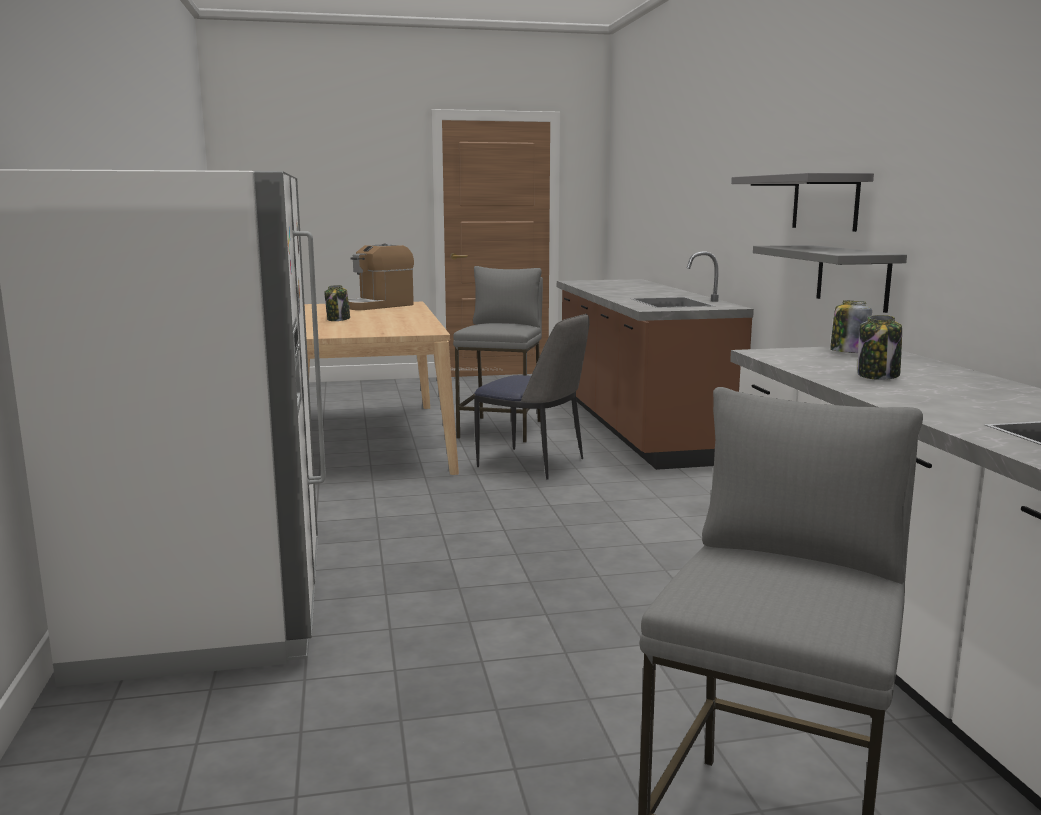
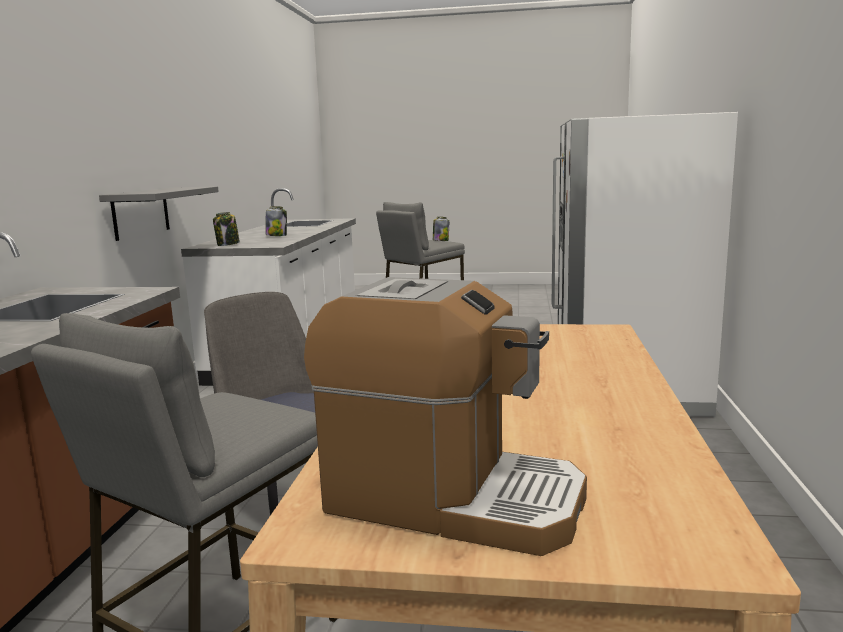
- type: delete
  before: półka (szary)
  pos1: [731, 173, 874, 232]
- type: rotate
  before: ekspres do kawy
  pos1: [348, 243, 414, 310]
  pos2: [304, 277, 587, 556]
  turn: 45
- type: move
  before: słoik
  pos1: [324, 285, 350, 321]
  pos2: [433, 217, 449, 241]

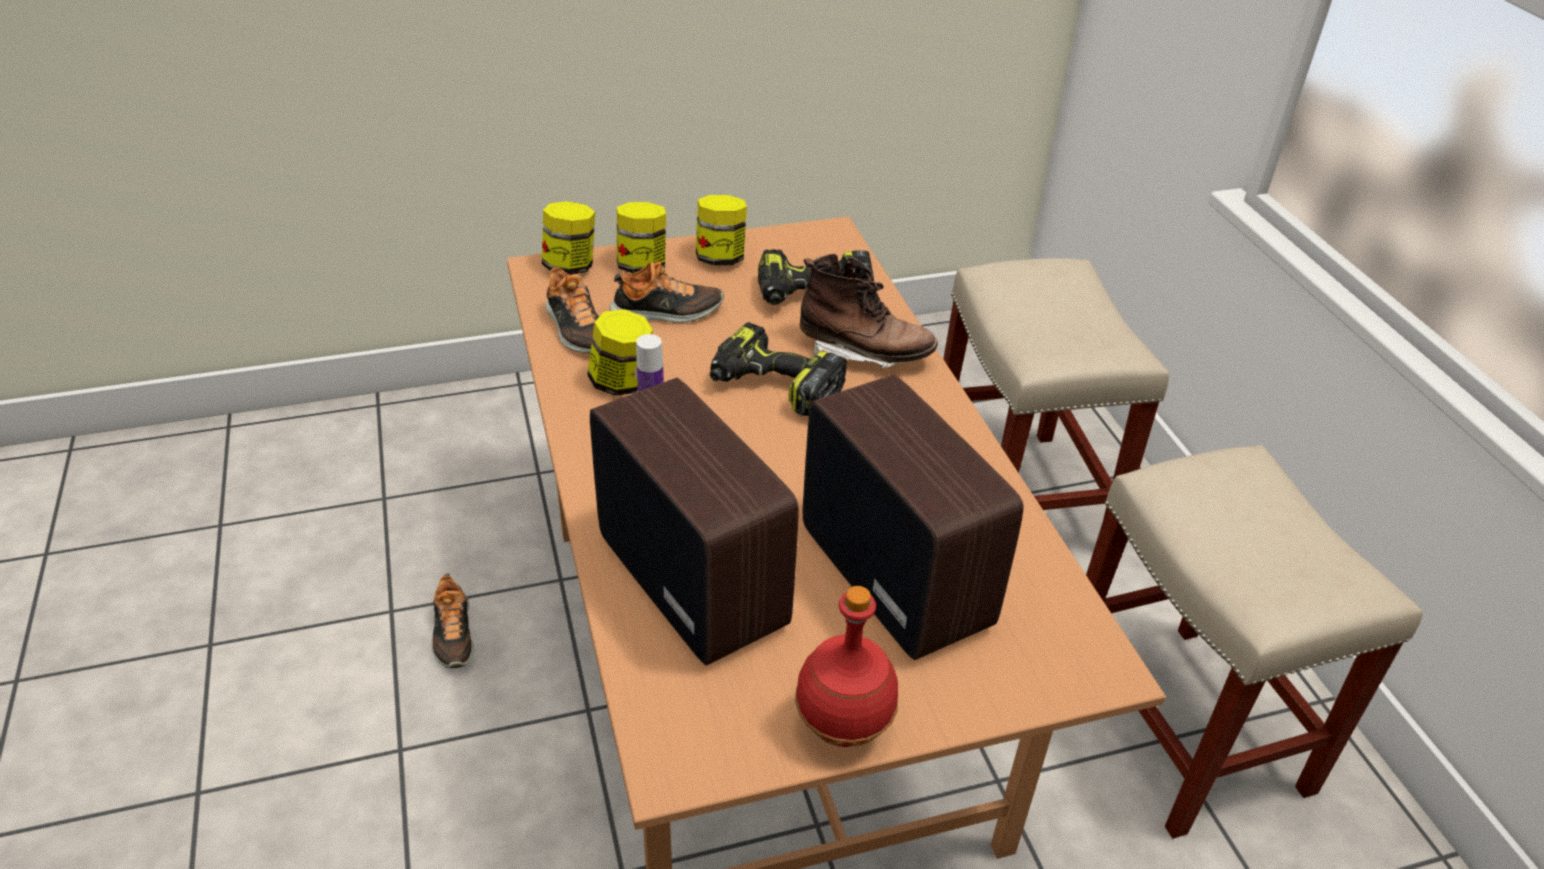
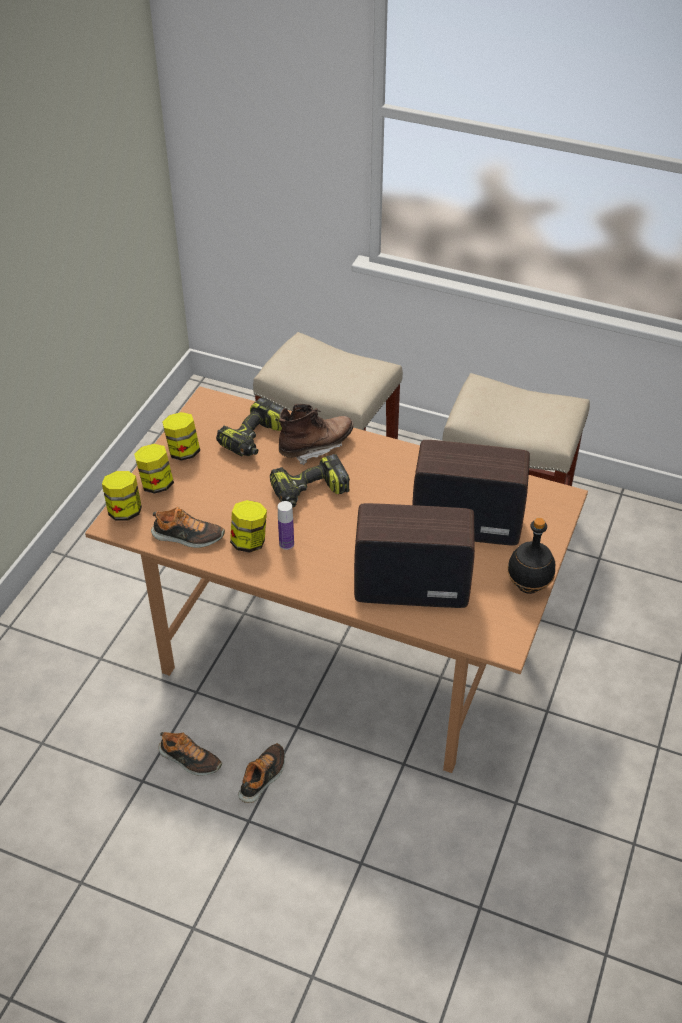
- type: move
  before: but
  pos1: [609, 261, 724, 323]
  pos2: [238, 743, 285, 803]
- type: recolor
  before: butelka (czerwony)
  after: butelka (czarny)
  pos1: [795, 586, 898, 747]
  pos2: [507, 518, 555, 594]

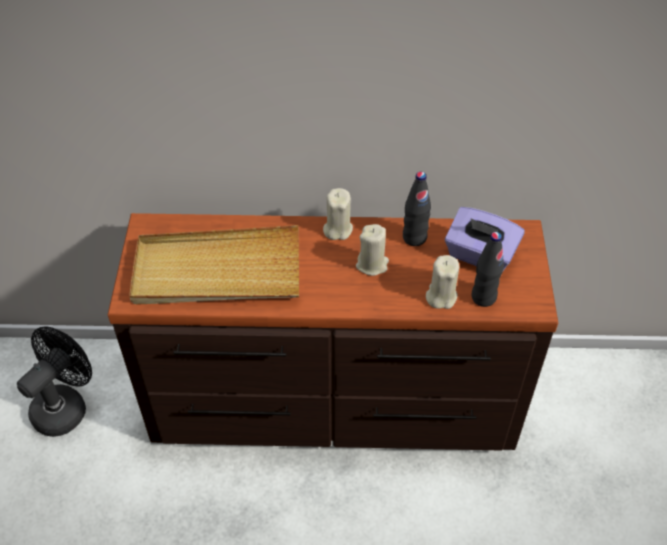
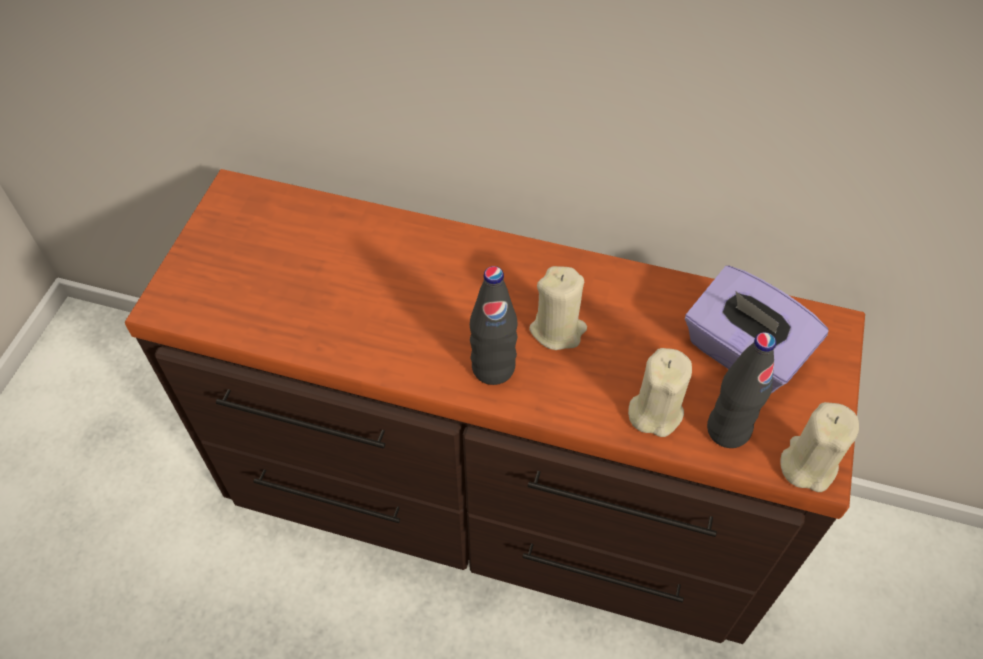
- type: move
  before: butelka (czarny)
  pos1: [403, 172, 431, 246]
  pos2: [470, 266, 518, 385]
- type: move
  before: świeca (beżowy)
  pos1: [323, 188, 353, 240]
  pos2: [780, 402, 859, 492]
- type: delete
  before: taca (beżowy)
  pos1: [129, 225, 299, 305]
- type: delete
  before: wentylator (czarny)
  pos1: [17, 326, 92, 437]

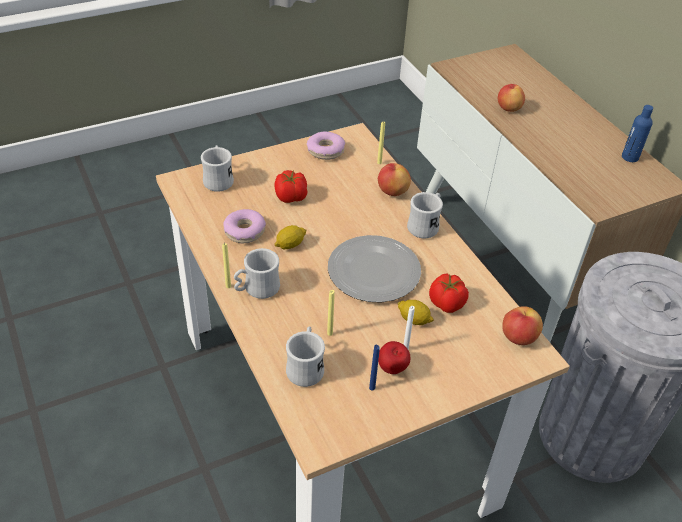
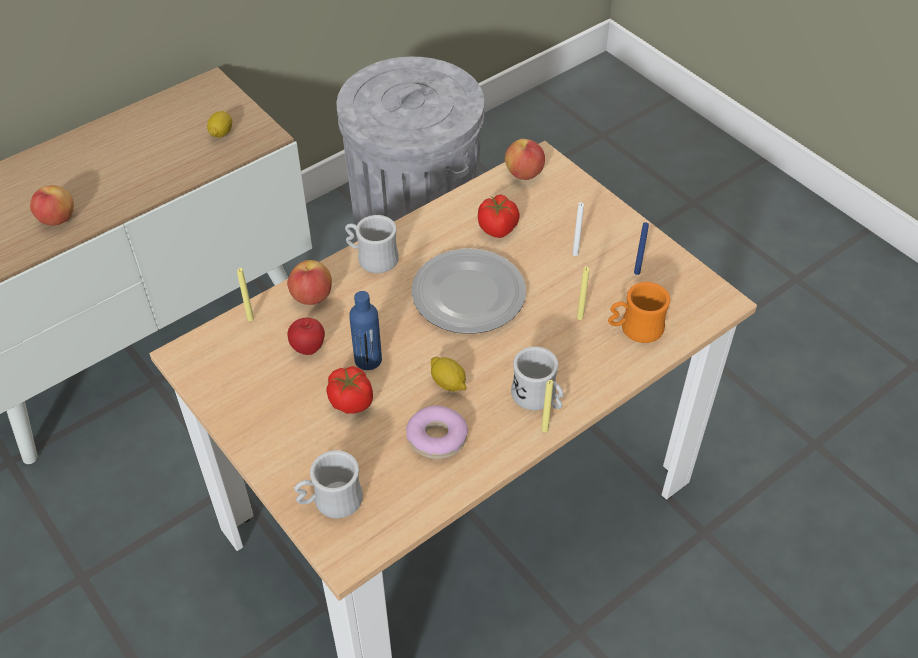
- type: move
  before: butelka (niebieski)
  pos1: [622, 105, 653, 162]
  pos2: [349, 291, 382, 370]
- type: delete
  before: donut
  pos1: [307, 132, 345, 160]
- type: move
  before: cytryna
  pos1: [398, 300, 434, 325]
  pos2: [207, 111, 232, 138]
- type: recolor
  before: kubek (biały)
  after: kubek (pomarańczowy)
  pos1: [286, 326, 325, 387]
  pos2: [608, 282, 670, 343]
- type: move
  before: jabłko
  pos1: [378, 341, 410, 374]
  pos2: [288, 318, 325, 355]

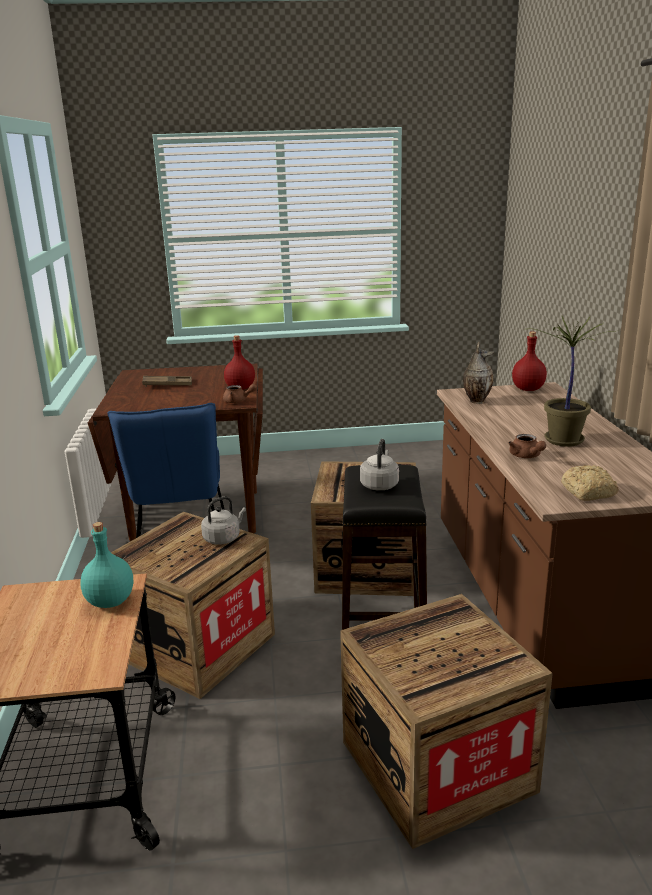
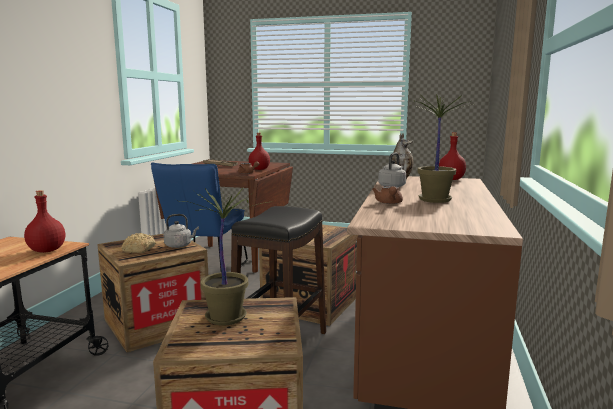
- type: move
  before: czajnik (szary)
  pos1: [360, 439, 399, 490]
  pos2: [378, 153, 406, 187]
- type: move
  before: chleb
  pos1: [561, 465, 619, 501]
  pos2: [121, 233, 156, 253]
- type: recolor
  before: butelka (turkusowy)
  after: butelka (czerwony)
  pos1: [80, 522, 133, 608]
  pos2: [24, 190, 65, 253]
- type: insert
  after: roślina doniczkowa
  pos2: [180, 188, 267, 326]

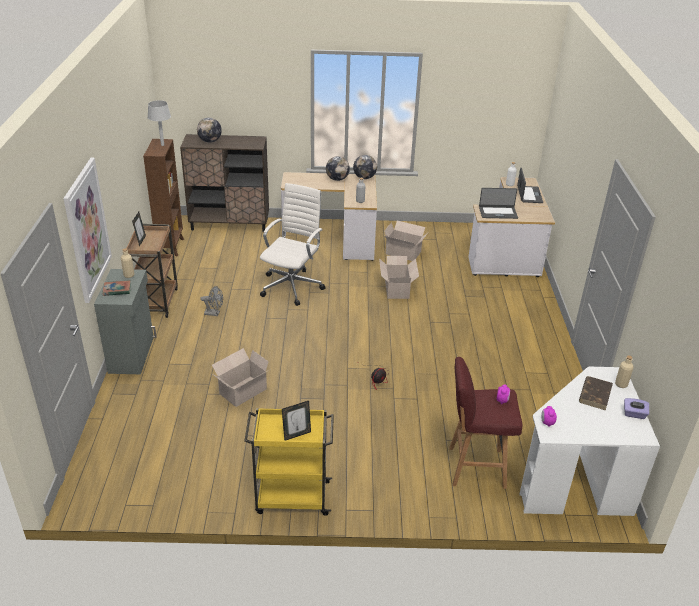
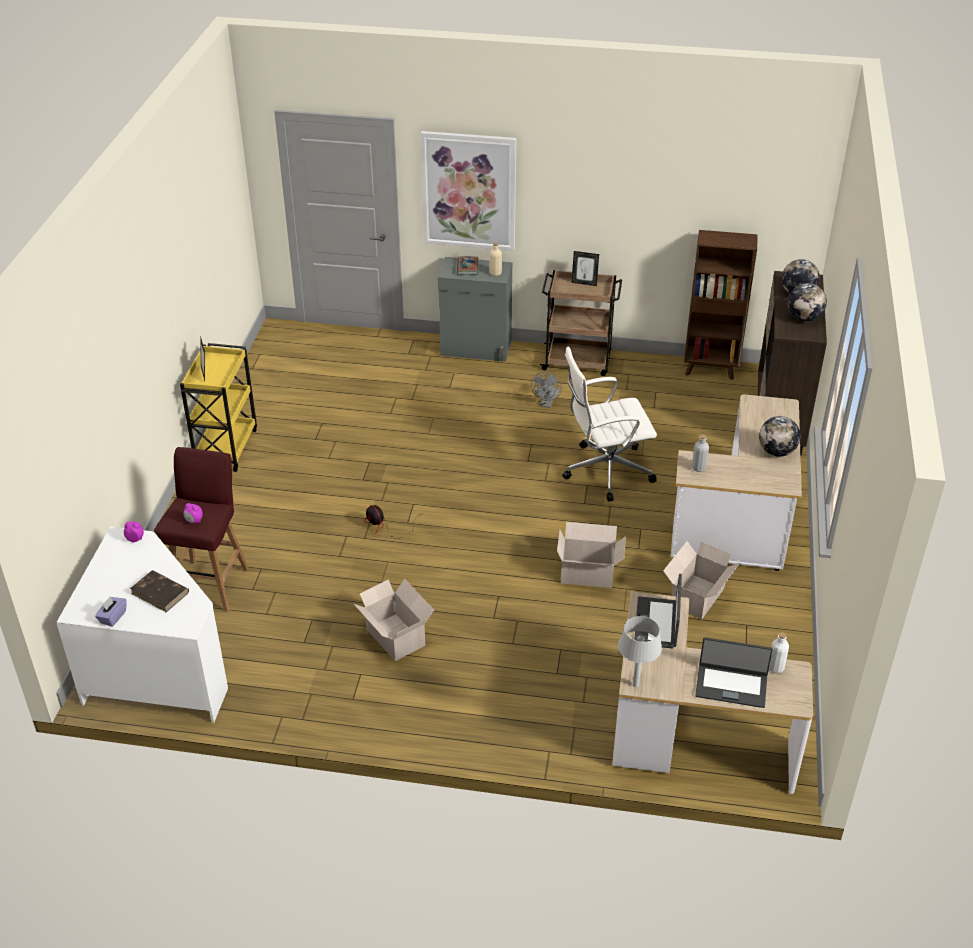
- type: move
  before: lampa stołowa (szary)
  pos1: [147, 100, 171, 146]
  pos2: [618, 616, 662, 687]
- type: move
  before: globus
  pos1: [353, 155, 377, 179]
  pos2: [788, 283, 827, 321]
- type: rotate
  before: krzesło biurowe (biały)
  pos1: [260, 183, 325, 306]
  pos2: [562, 347, 657, 501]
  turn: 135
- type: move
  before: karton
  pos1: [212, 348, 269, 407]
  pos2: [354, 579, 434, 661]
- type: delete
  before: butelka (beżowy)
  pos1: [615, 355, 633, 388]

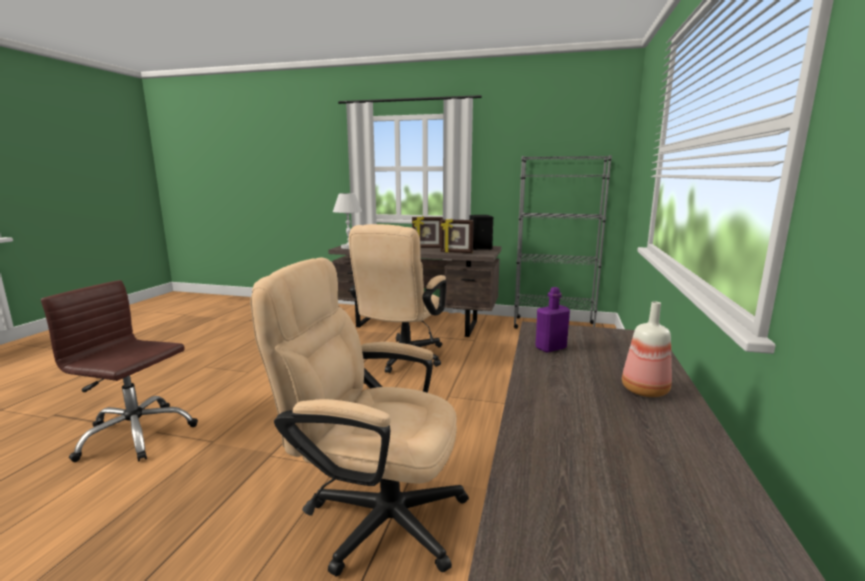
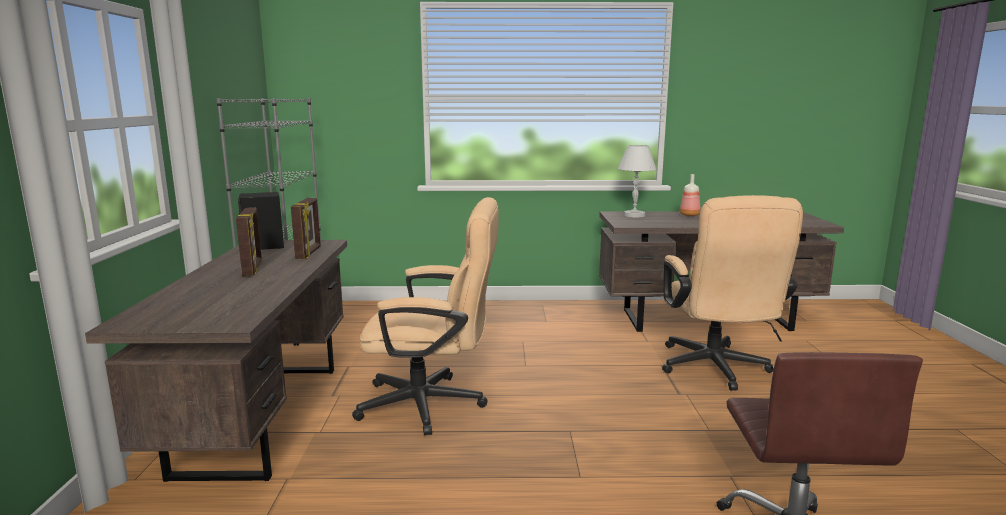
- type: move
  before: lampa stołowa (biały)
  pos1: [333, 193, 362, 249]
  pos2: [618, 145, 656, 217]
- type: delete
  before: butelka (fioletowy)
  pos1: [535, 287, 570, 353]

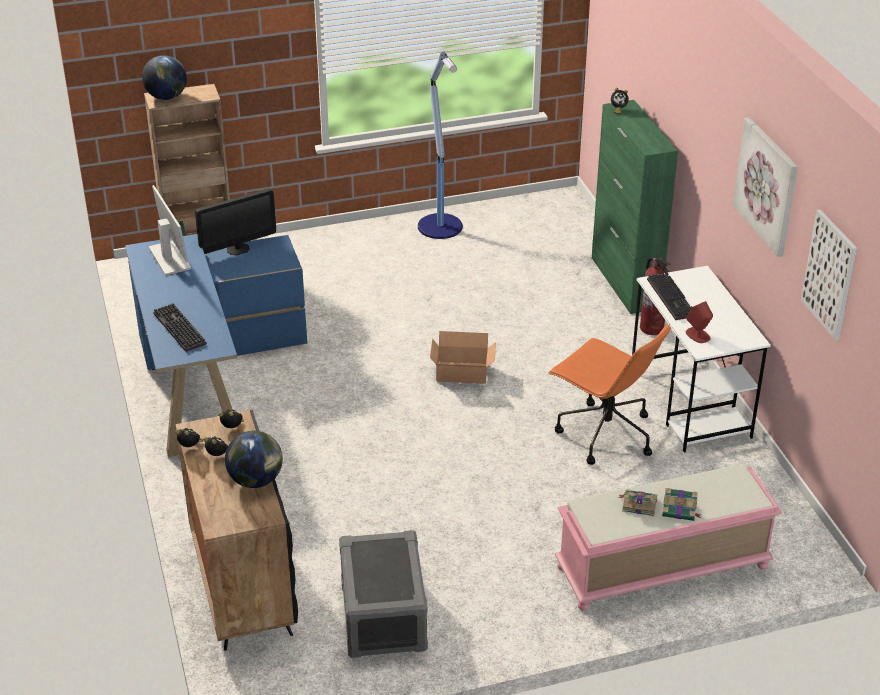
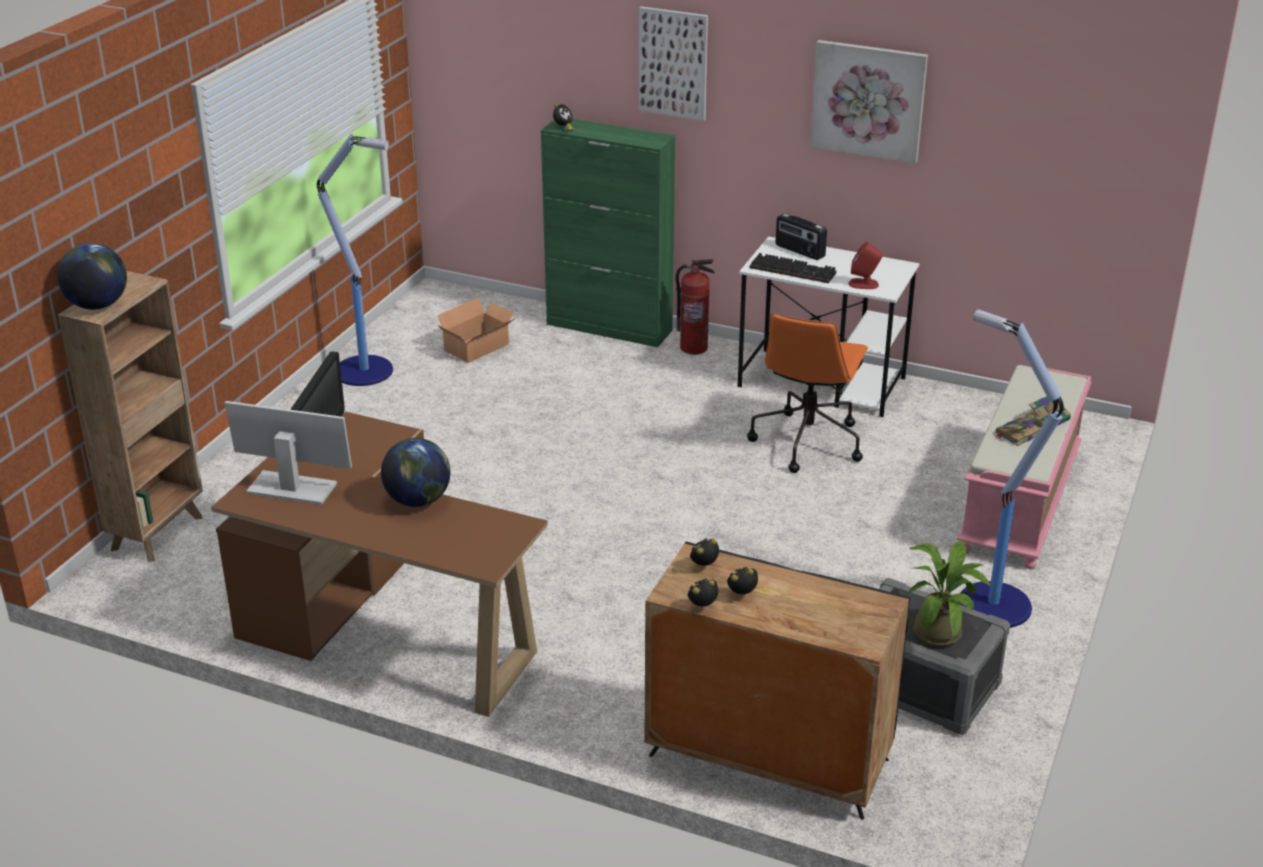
- type: move
  before: obraz
  pos1: [801, 210, 857, 340]
  pos2: [639, 7, 708, 121]
- type: recolor
  before: biurko (niebieski)
  after: biurko (brązowy)
  pos1: [125, 234, 307, 457]
  pos2: [211, 412, 548, 717]
- type: delete
  before: klawiatura
  pos1: [153, 303, 207, 352]
- type: rotate
  before: krzesło biurowe (pomarańczowy)
  pos1: [548, 324, 671, 465]
  pos2: [747, 313, 869, 473]
  turn: 120
- type: move
  before: karton
  pos1: [430, 331, 496, 384]
  pos2: [438, 297, 515, 363]
- type: move
  before: globus
  pos1: [225, 431, 283, 488]
  pos2: [381, 438, 450, 507]
- type: insert
  after: radio
  pos2: [776, 213, 827, 260]
- type: insert
  after: lampa stojąca
  pos2: [959, 309, 1064, 628]
- type: insert
  after: roślina doniczkowa
  pos2: [906, 541, 991, 647]

